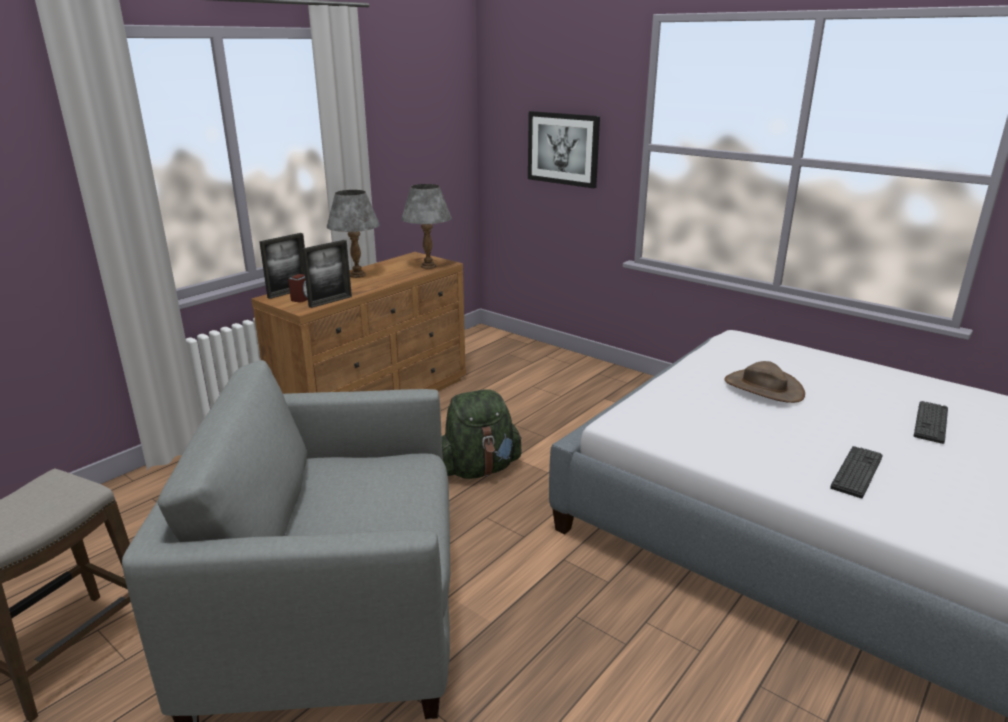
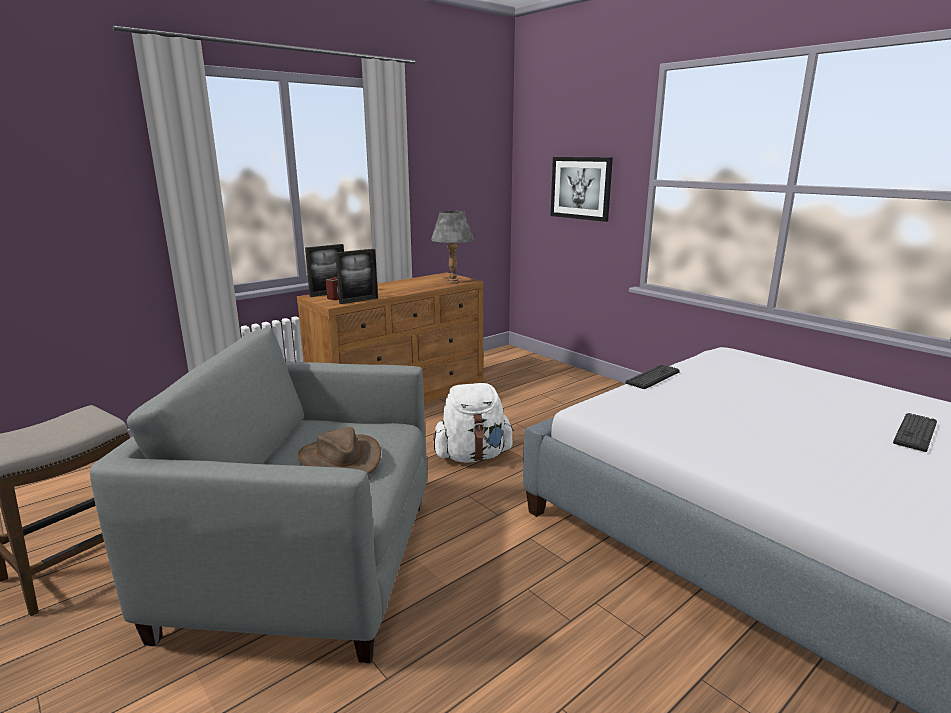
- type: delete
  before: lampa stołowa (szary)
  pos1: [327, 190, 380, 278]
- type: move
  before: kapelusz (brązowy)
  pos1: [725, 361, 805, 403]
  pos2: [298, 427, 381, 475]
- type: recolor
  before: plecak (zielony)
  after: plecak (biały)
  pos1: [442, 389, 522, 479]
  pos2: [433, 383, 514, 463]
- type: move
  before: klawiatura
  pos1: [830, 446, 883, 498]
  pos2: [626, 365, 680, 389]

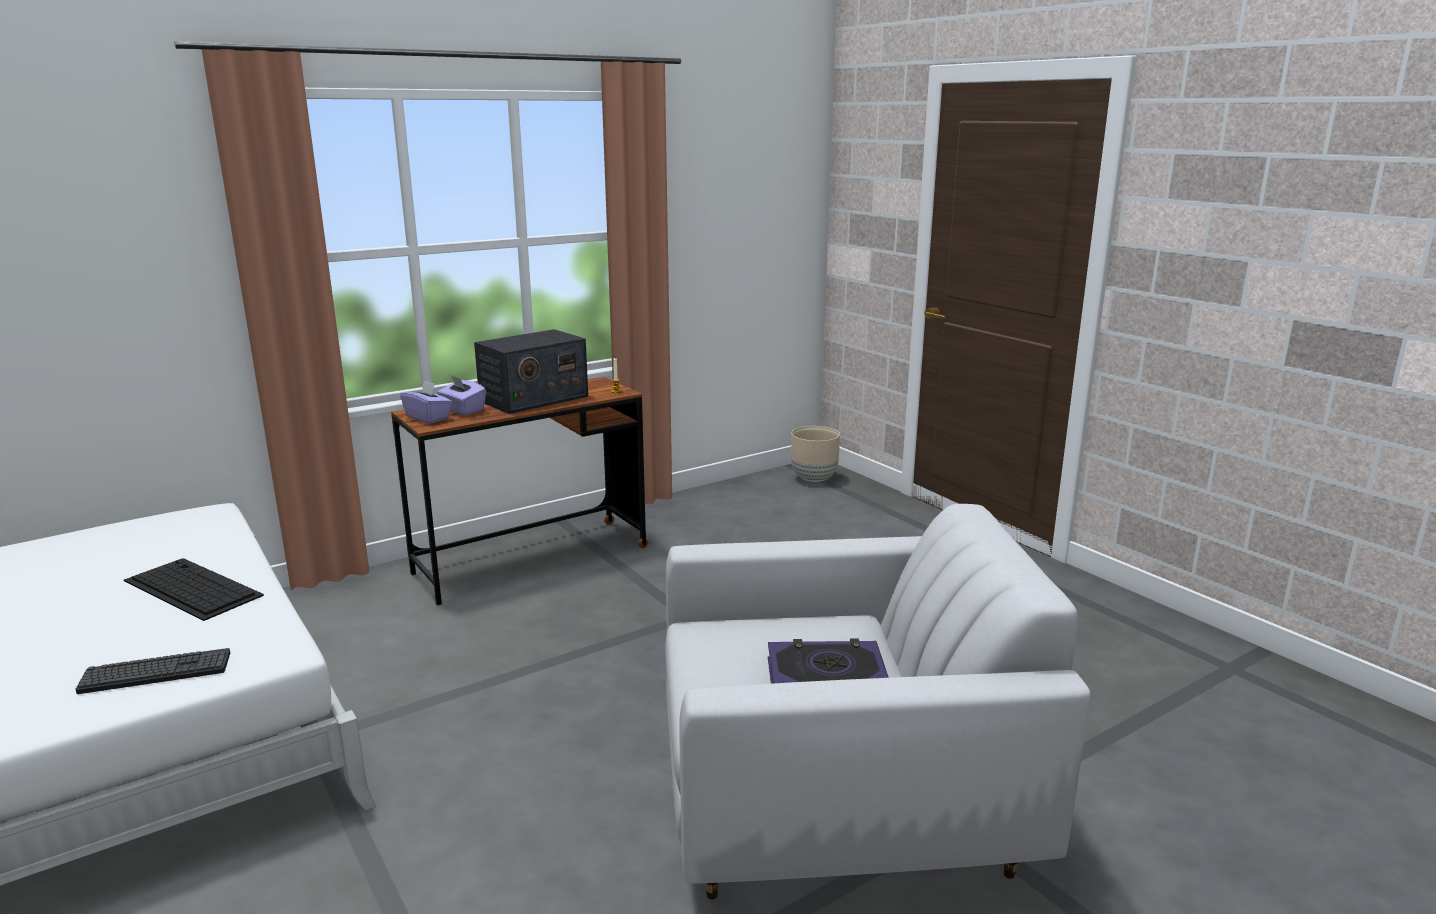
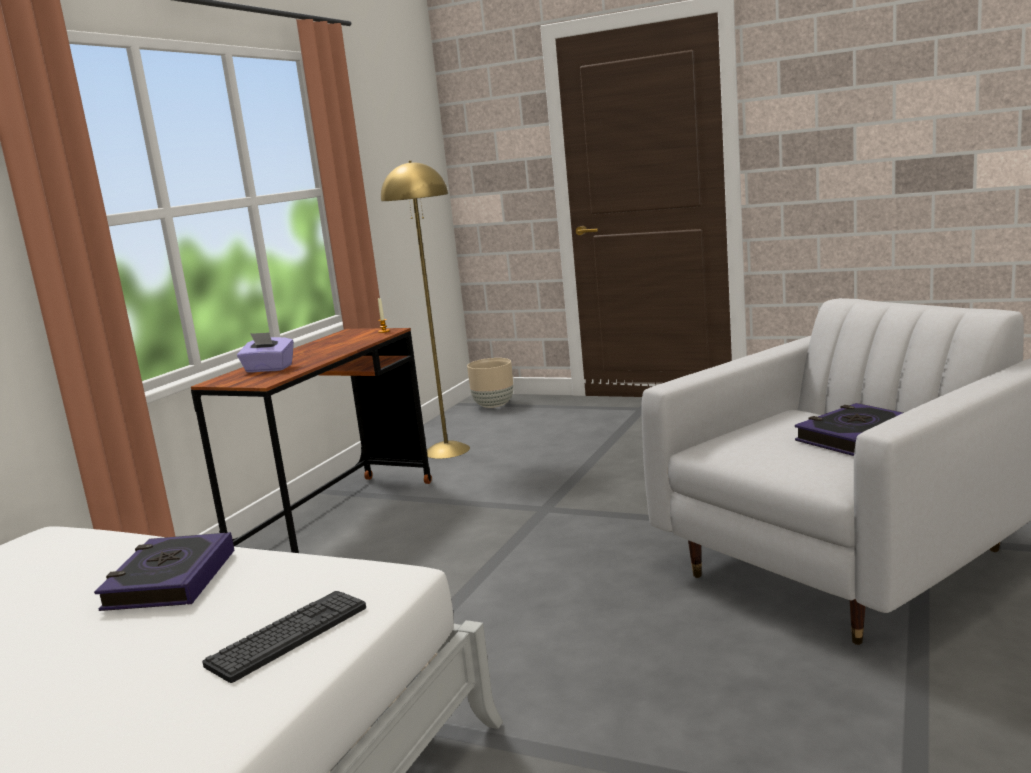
- type: delete
  before: radio
  pos1: [474, 329, 588, 414]
- type: delete
  before: pudełko chusteczek (fioletowy)
  pos1: [400, 381, 452, 424]
- type: replace
  before: klawiatura
  after: książka
  pos1: [124, 558, 264, 621]
  pos2: [94, 532, 234, 611]
- type: insert
  after: lampa stojąca (żółty)
  pos2: [381, 161, 470, 459]

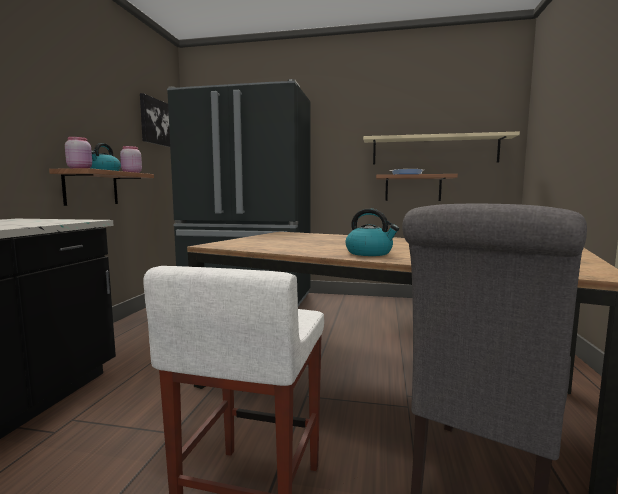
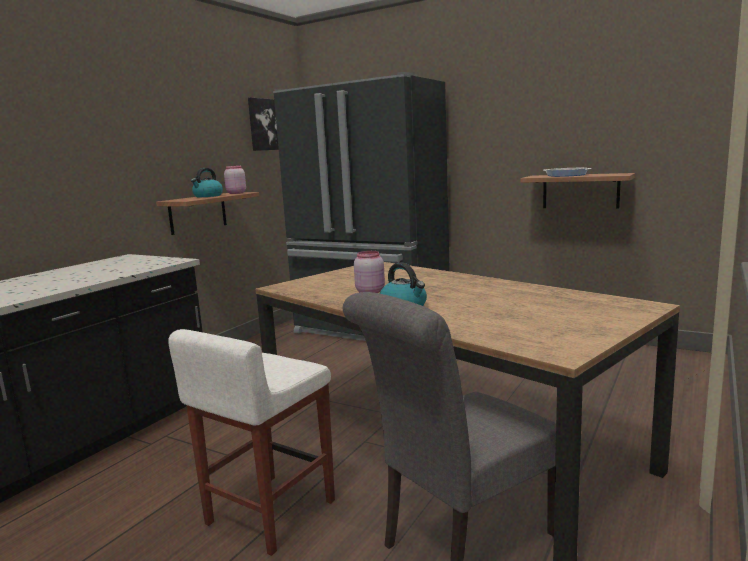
- type: delete
  before: półka (beżowy)
  pos1: [363, 131, 520, 165]
- type: move
  before: słoik (różowy)
  pos1: [65, 137, 92, 168]
  pos2: [354, 251, 385, 293]

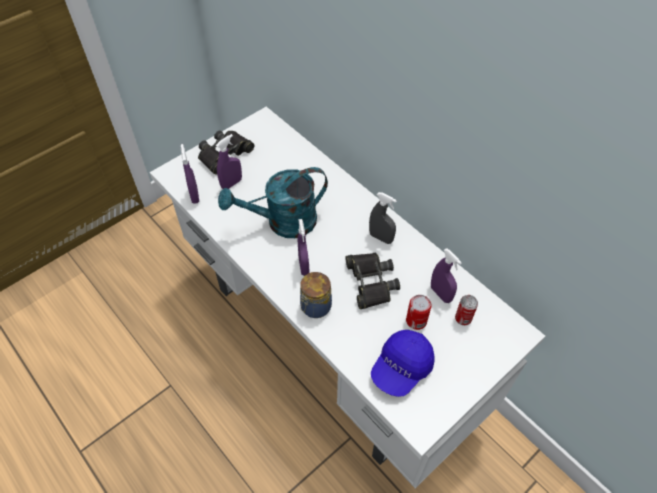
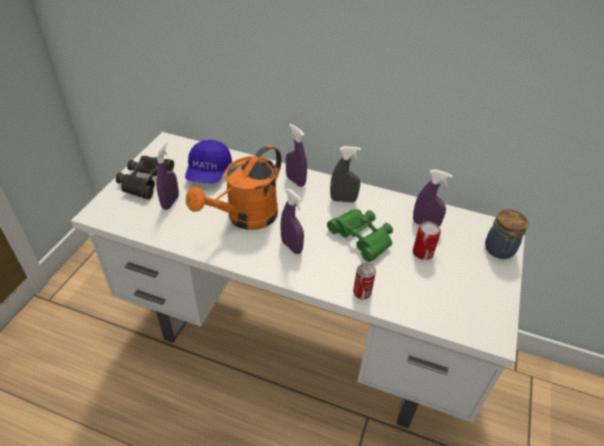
- type: move
  before: spryskiwacz (fioletowy)
  pos1: [181, 144, 199, 204]
  pos2: [286, 124, 307, 187]
- type: recolor
  before: konewka (turkusowy)
  after: konewka (pomarańczowy)
  pos1: [218, 167, 328, 238]
  pos2: [186, 145, 282, 230]
- type: recolor
  before: lornetka (czarny)
  after: lornetka (zielony)
  pos1: [345, 253, 400, 309]
  pos2: [327, 209, 393, 262]
- type: move
  before: słoik
  pos1: [300, 272, 332, 318]
  pos2: [485, 209, 528, 259]
- type: move
  before: puszka
  pos1: [455, 295, 478, 325]
  pos2: [353, 263, 376, 300]
- type: move
  before: czapka z daszkiem (niebieski)
  pos1: [371, 330, 435, 397]
  pos2: [185, 140, 232, 183]

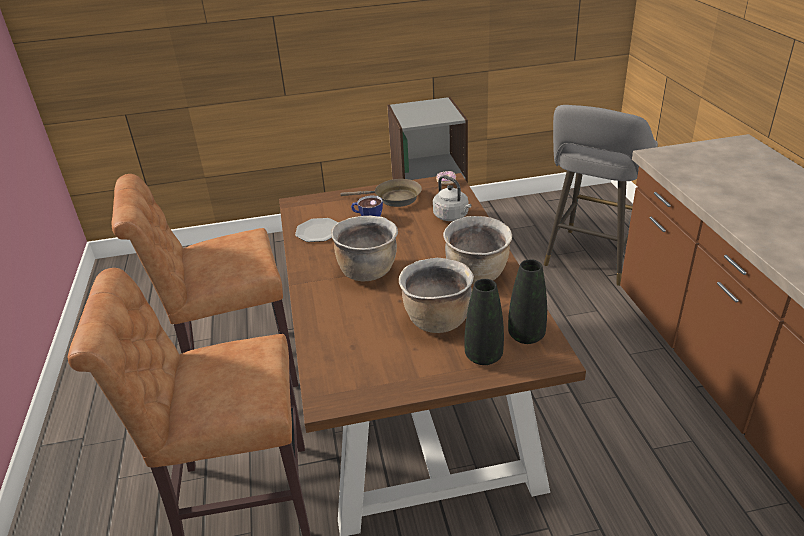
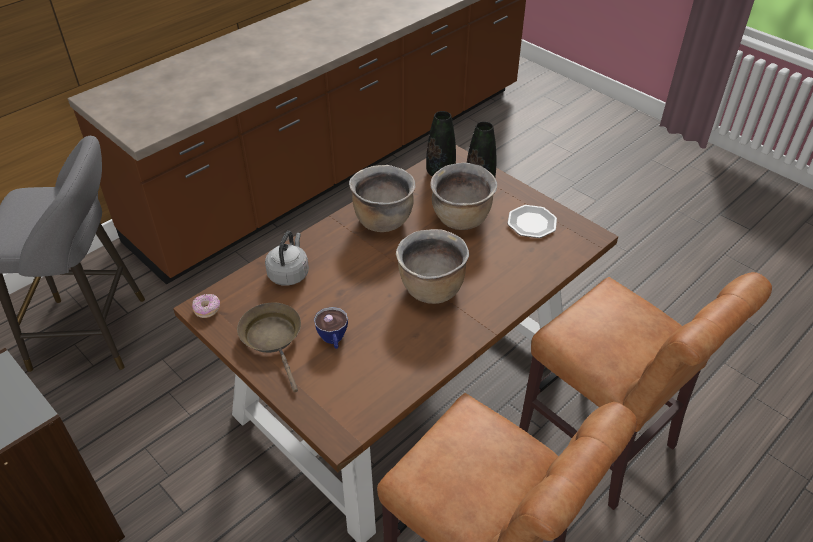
- type: move
  before: talerz
  pos1: [295, 218, 338, 242]
  pos2: [507, 205, 557, 238]

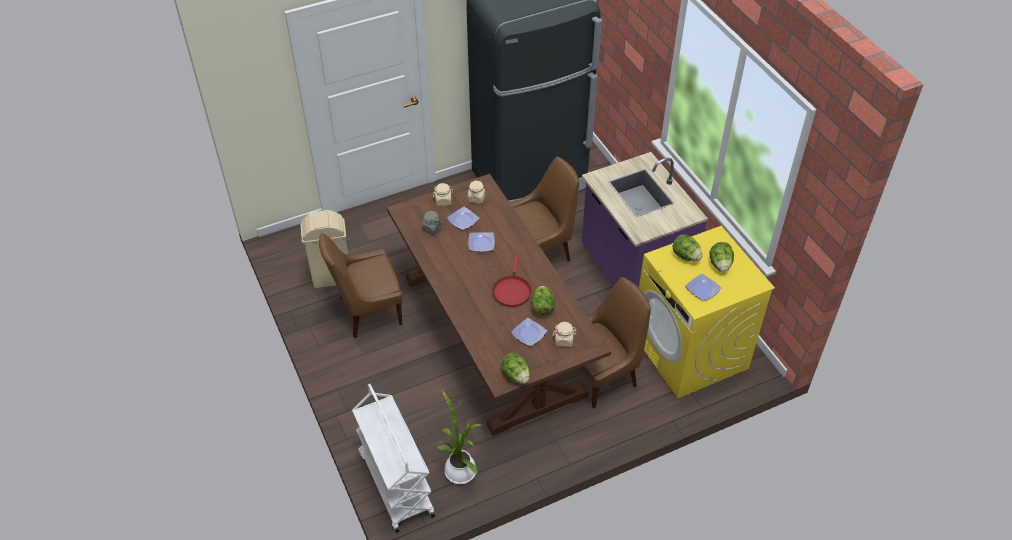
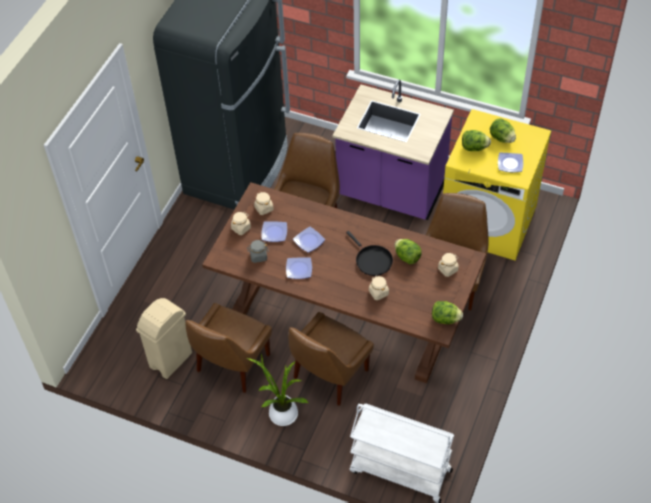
- type: recolor
  before: patelnia (czerwony)
  after: patelnia (czarny)
  pos1: [492, 255, 531, 307]
  pos2: [346, 231, 393, 276]
- type: move
  before: talerz
  pos1: [511, 318, 547, 346]
  pos2: [286, 257, 312, 279]
- type: move
  before: roślina doniczkowa
  pos1: [437, 390, 483, 484]
  pos2: [247, 354, 309, 426]
- type: insert
  after: słoik (beżowy)
  pos2: [369, 276, 389, 300]
- type: insert
  after: krzesło (brązowy)
  pos2: [288, 312, 374, 406]

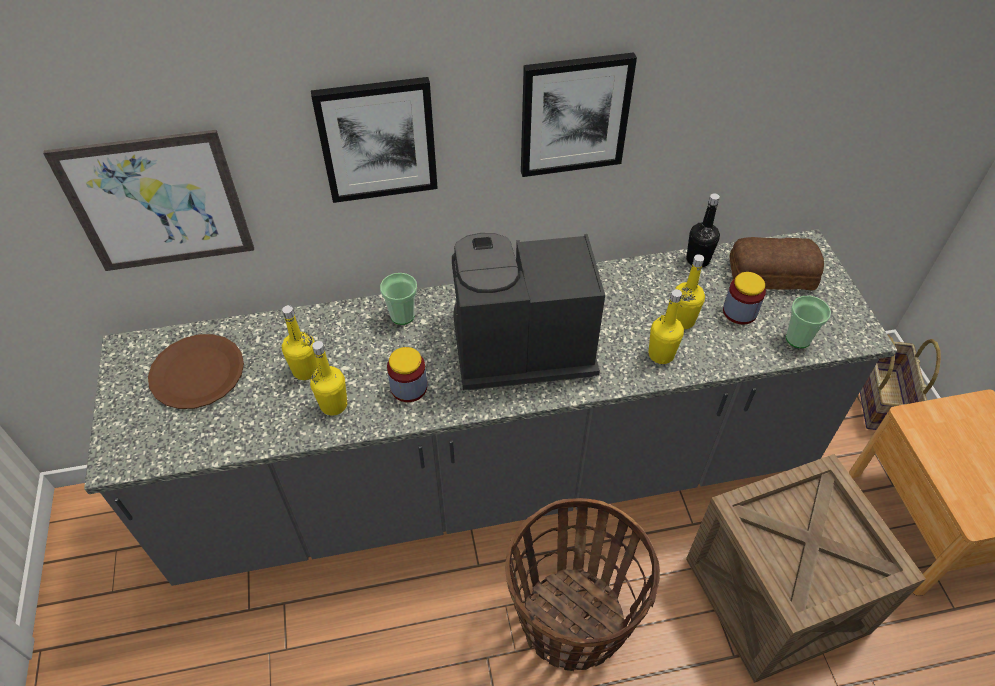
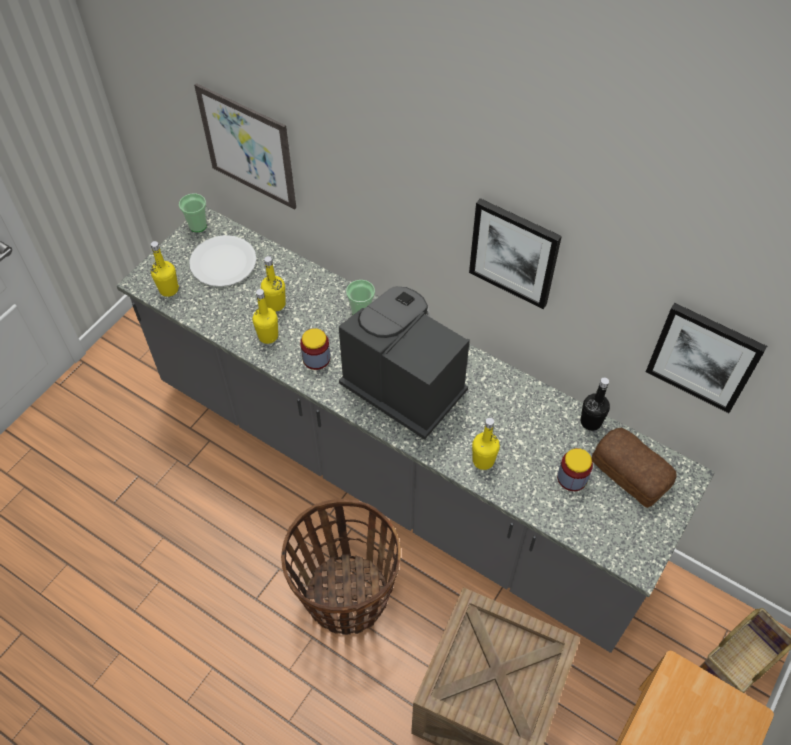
- type: move
  before: obraz
  pos1: [311, 77, 438, 203]
  pos2: [646, 303, 767, 413]
- type: move
  before: butelka (żółty)
  pos1: [675, 254, 705, 329]
  pos2: [151, 241, 179, 297]
- type: move
  before: filiżanka
  pos1: [786, 296, 831, 348]
  pos2: [179, 194, 207, 232]
- type: recolor
  before: talerz (brązowy)
  after: talerz (biały)
  pos1: [148, 334, 244, 409]
  pos2: [189, 235, 256, 287]

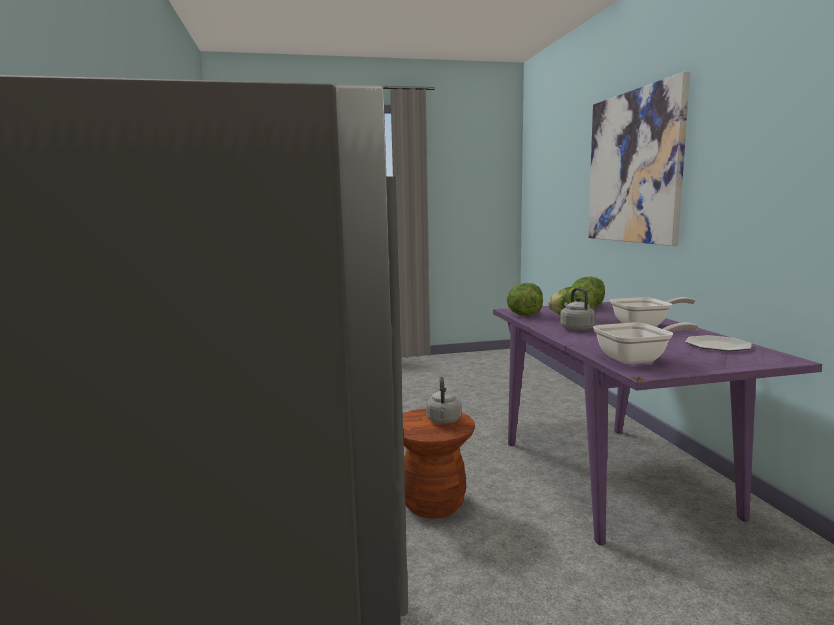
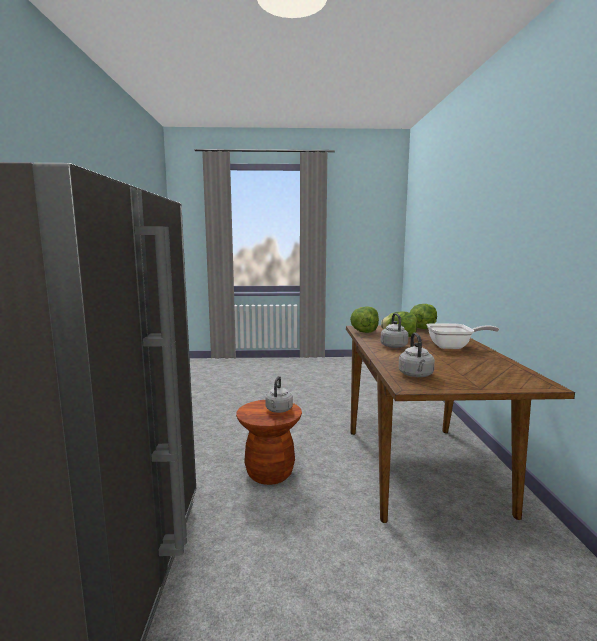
- type: delete
  before: obraz
  pos1: [588, 72, 690, 246]
- type: recolor
  before: stół jadalny (fioletowy)
  after: stół jadalny (brązowy)
  pos1: [493, 302, 822, 545]
  pos2: [346, 325, 575, 523]
- type: replace
  before: patelnia
  after: czajnik (szary)
  pos1: [593, 323, 699, 364]
  pos2: [399, 332, 435, 377]
- type: delete
  before: talerz
  pos1: [685, 335, 752, 351]

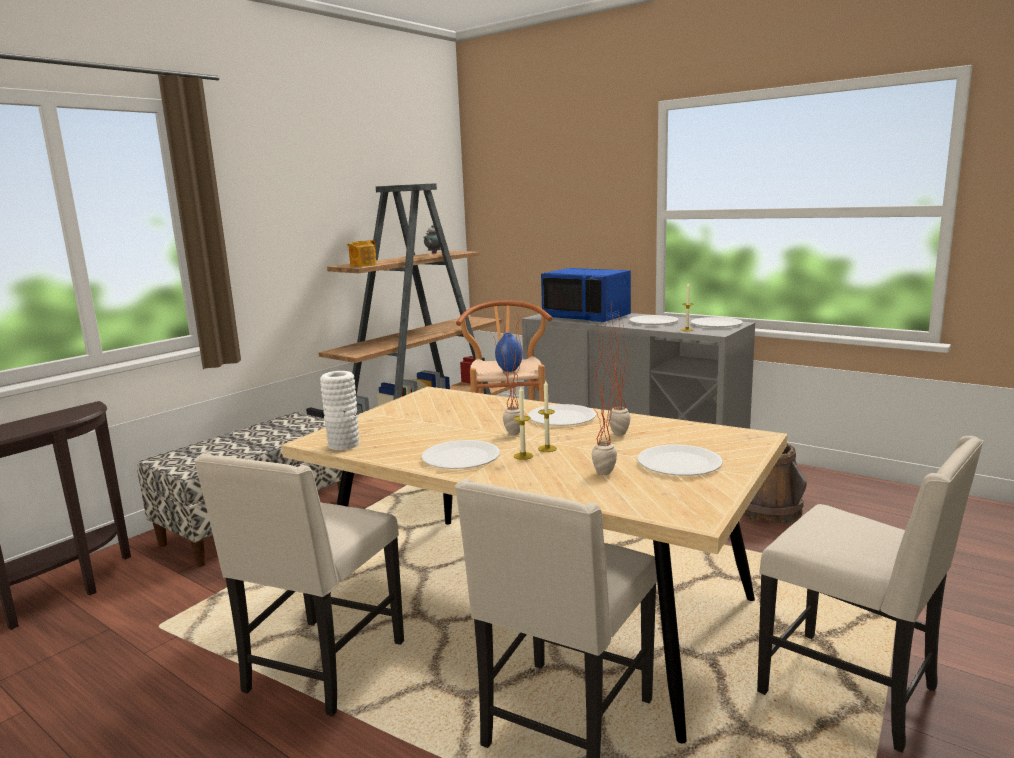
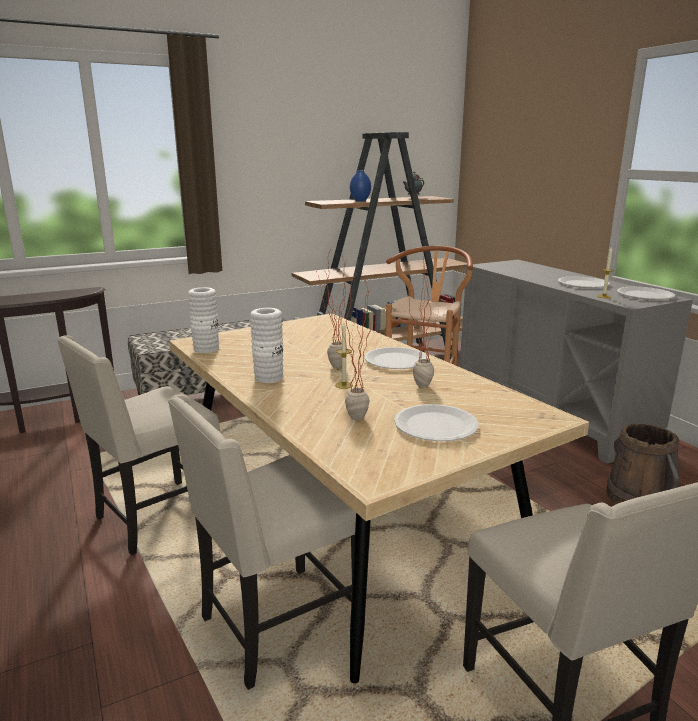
- type: delete
  before: imbryk
  pos1: [347, 240, 376, 267]
- type: delete
  before: mikrofalówka (niebieski)
  pos1: [541, 268, 631, 322]
- type: move
  before: wazon (niebieski)
  pos1: [495, 333, 523, 372]
  pos2: [350, 170, 371, 201]
- type: delete
  before: świeca
  pos1: [514, 386, 533, 460]
- type: replace
  before: talerz (biały)
  after: wazon (biały)
  pos1: [421, 440, 500, 469]
  pos2: [250, 308, 283, 383]

